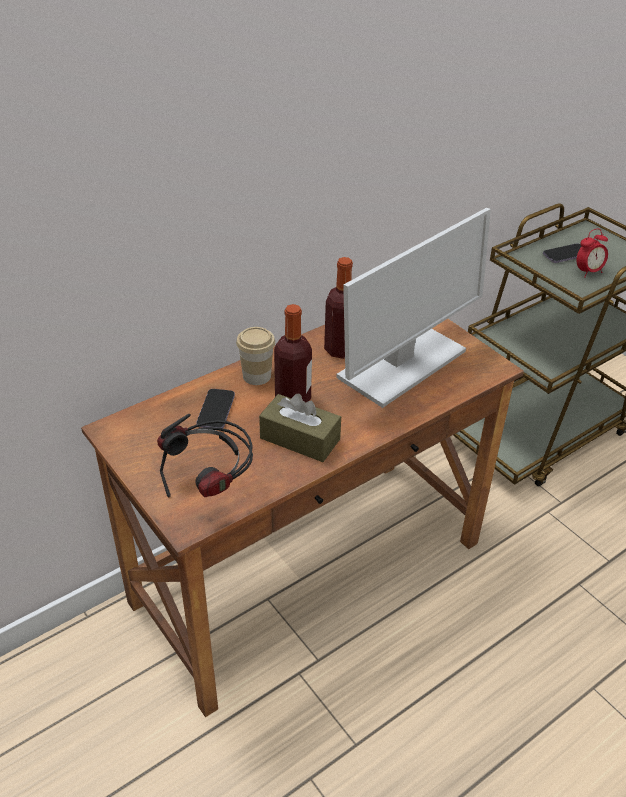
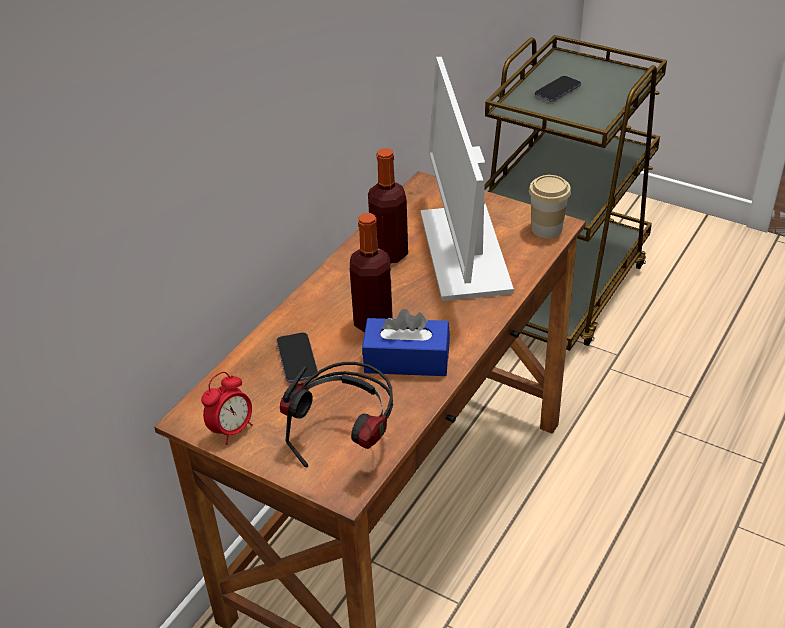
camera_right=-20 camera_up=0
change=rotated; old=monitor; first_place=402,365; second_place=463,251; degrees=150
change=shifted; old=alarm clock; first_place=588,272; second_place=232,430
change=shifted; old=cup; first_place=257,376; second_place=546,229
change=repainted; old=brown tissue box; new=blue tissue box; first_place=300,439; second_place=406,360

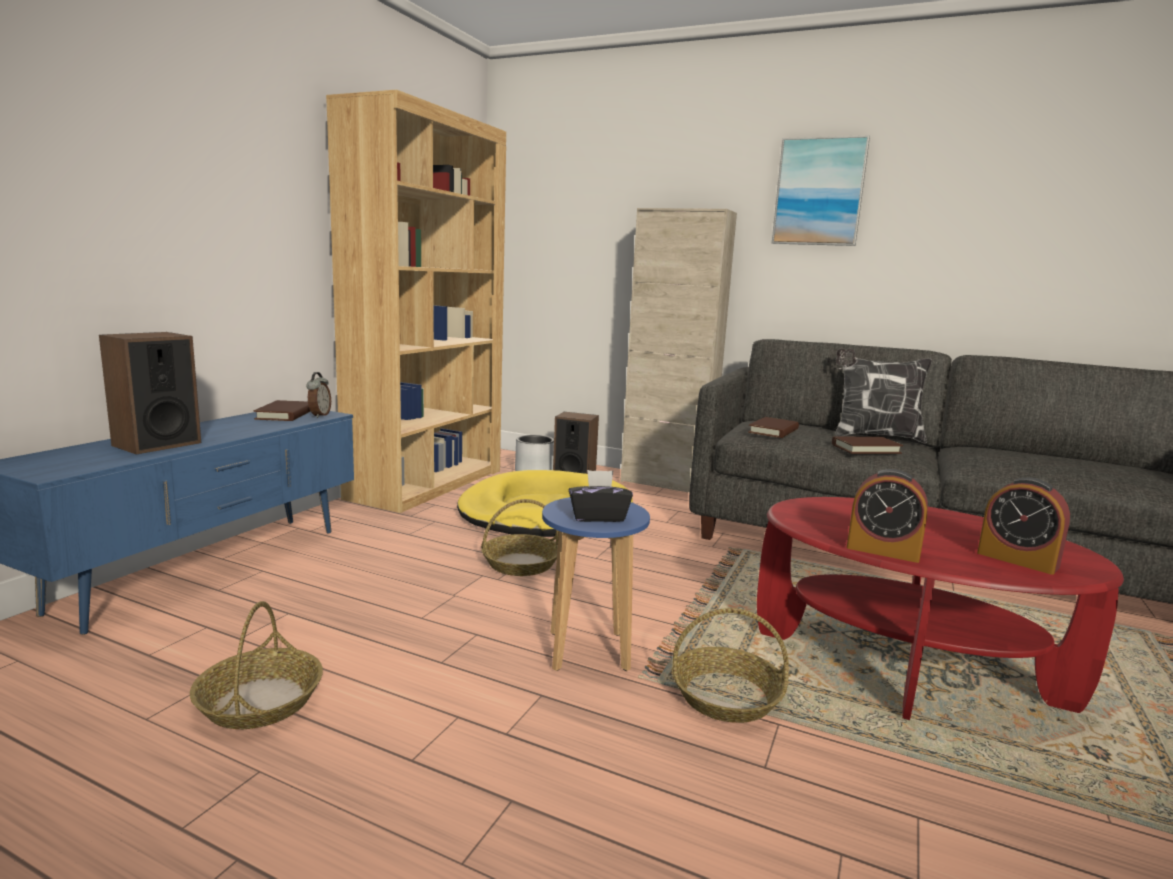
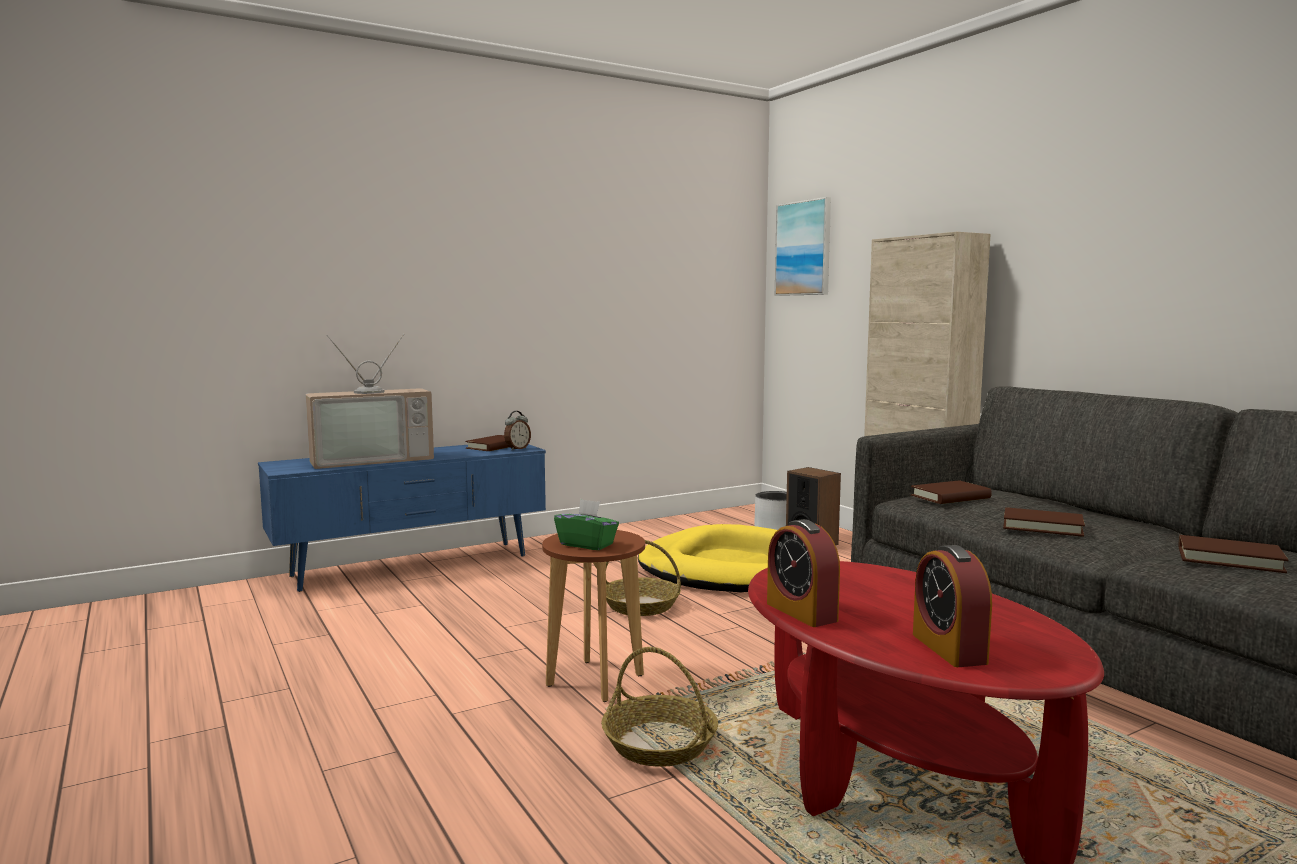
camera_right=35 camera_up=-5
change=gone; old=brown bookcase; first_place=427,484
change=shifted; old=picture; first_place=819,192; second_place=804,248
change=swapped; old=speaker; new=television; first_place=156,444; second_place=372,459
change=gone; old=pillow; first_place=875,436
change=repainted; old=black tissue box; new=green tissue box; first_place=598,517; second_place=587,544
change=repainted; old=blue stool; new=brown stool; first_place=588,651; second_place=594,680
change=gone; old=basket; first_place=260,701
change=new; new=brown book; second_place=1229,559

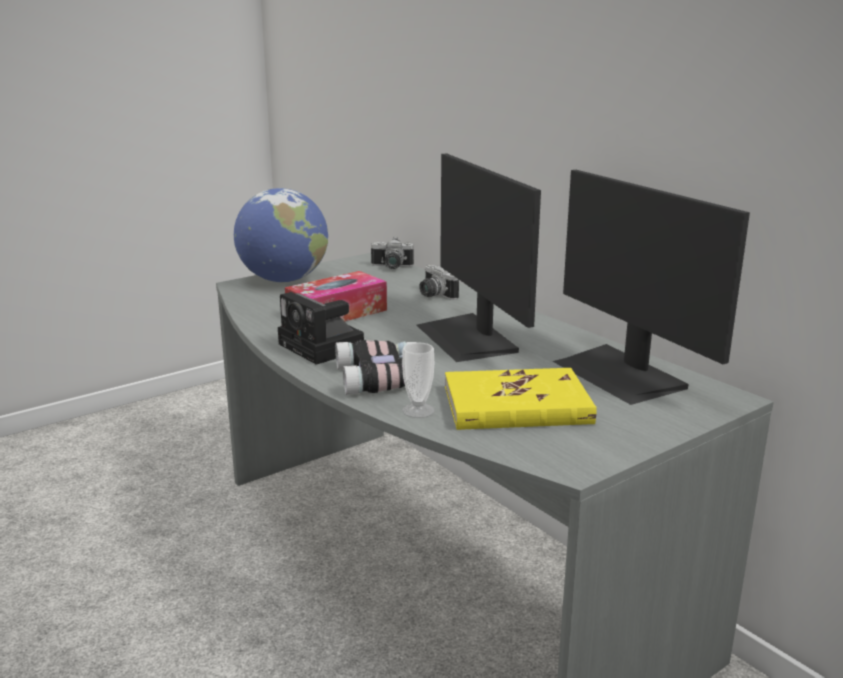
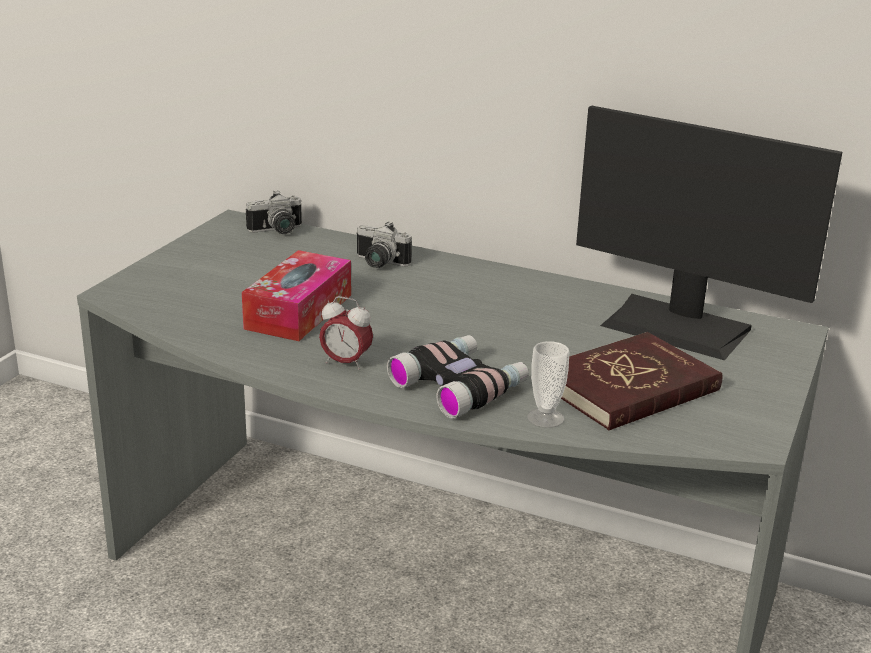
camera_right=-30 camera_up=5
change=gone; old=monitor; first_place=468,338
change=gone; old=globe; first_place=284,280
change=swapped; old=photo camera; new=alarm clock; first_place=324,348; second_place=346,363
change=repainted; old=yellow book; new=red book; first_place=516,405; second_place=629,387

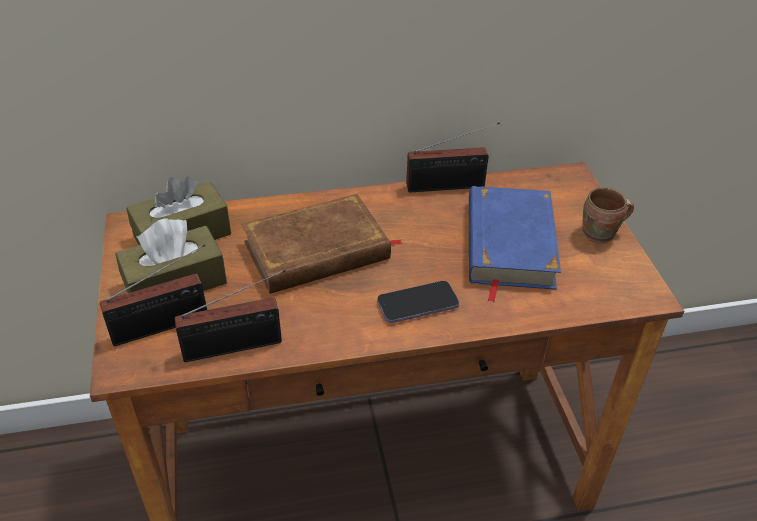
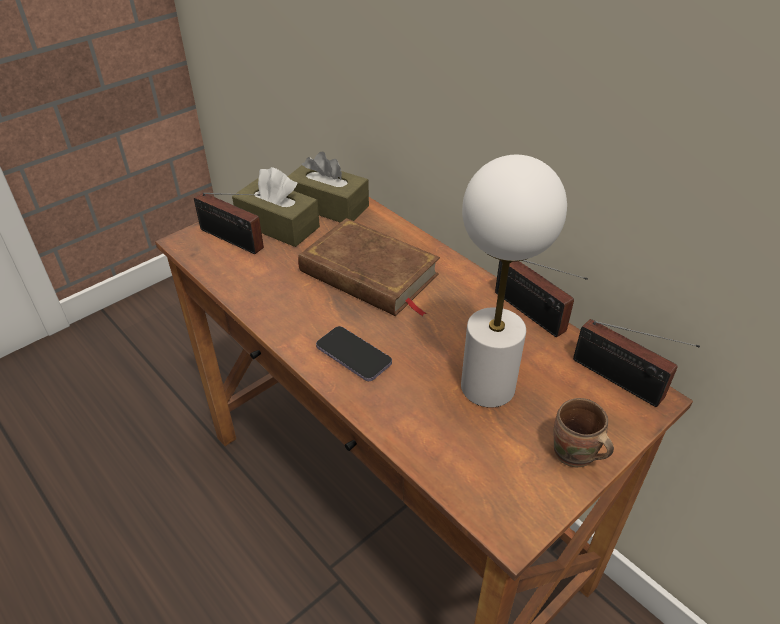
camera_right=60 camera_up=0
change=swapped; old=blue book; new=white table lamp; first_place=508,244; second_place=487,386
change=shifted; old=radio; first_place=238,346; second_place=621,382

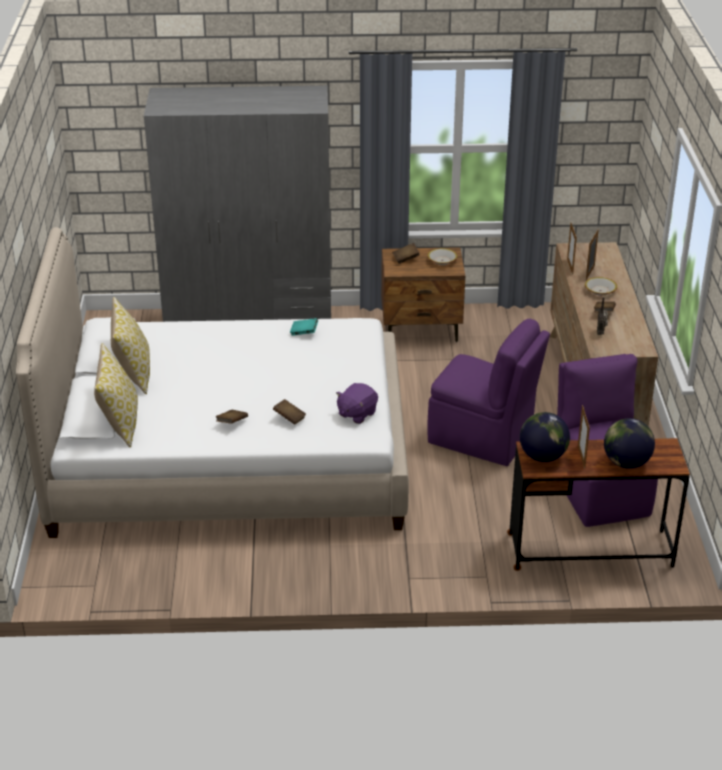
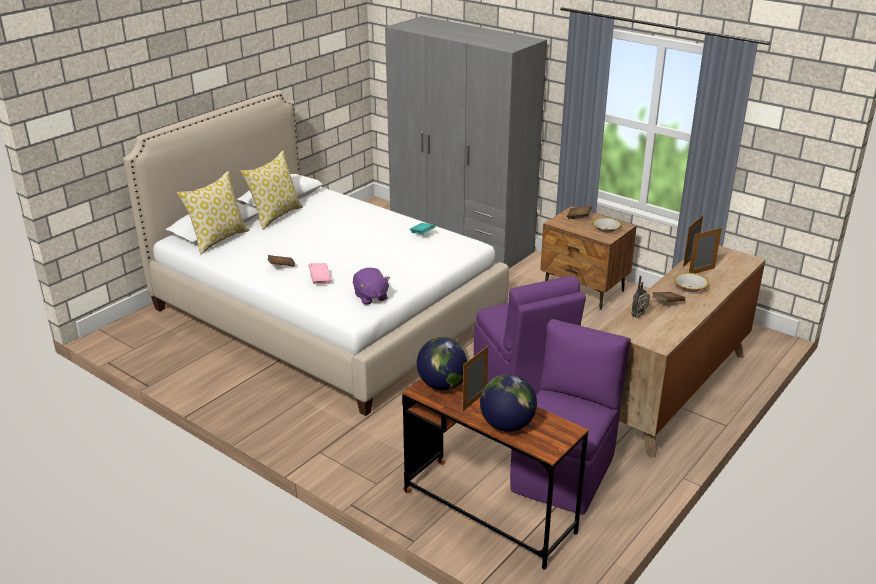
camera_right=40 camera_up=-5
change=rotated; old=purple plush toy; first_place=356,414; second_place=370,297; degrees=-105
change=repainted; old=brown book; new=pink book; first_place=289,418; second_place=320,279

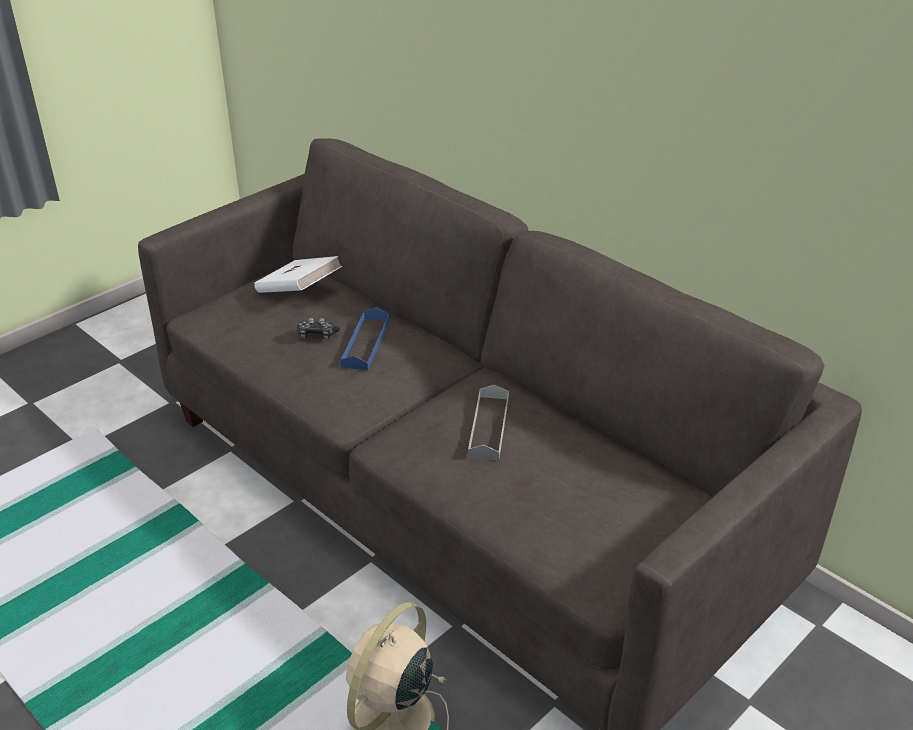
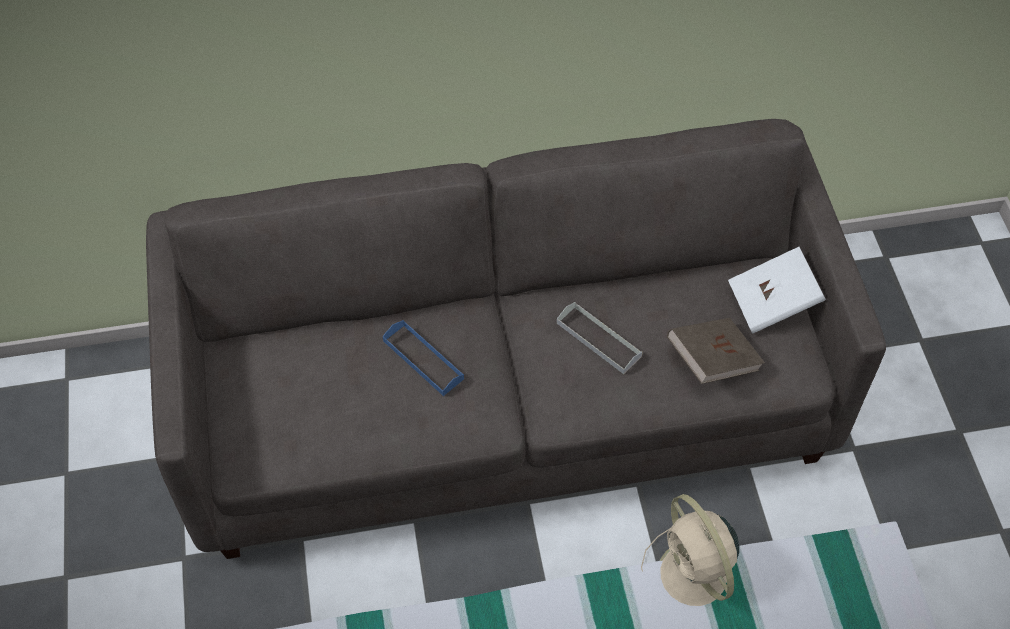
camera_right=-55 camera_up=20
change=shifted; old=white book; first_place=299,292; second_place=772,303
change=gone; old=game controller; first_place=316,335
change=new; new=brown book; second_place=712,361

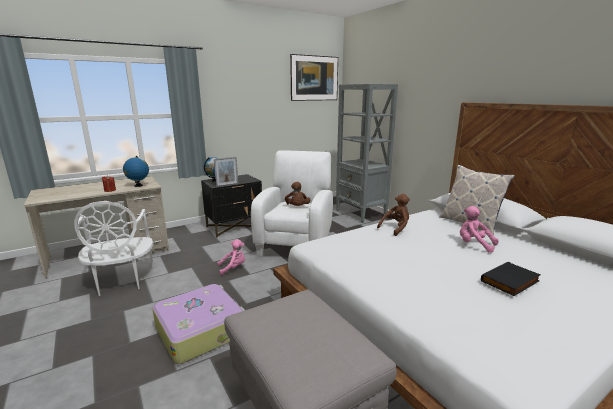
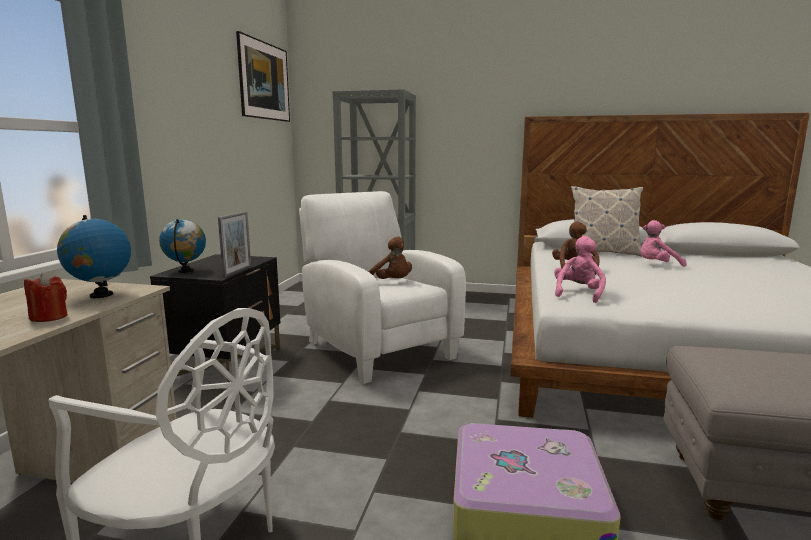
camera_right=-45 camera_up=-5
change=shifted; old=pink plush toy; first_place=233,268; second_place=578,294
change=gone; old=black book; first_place=511,282

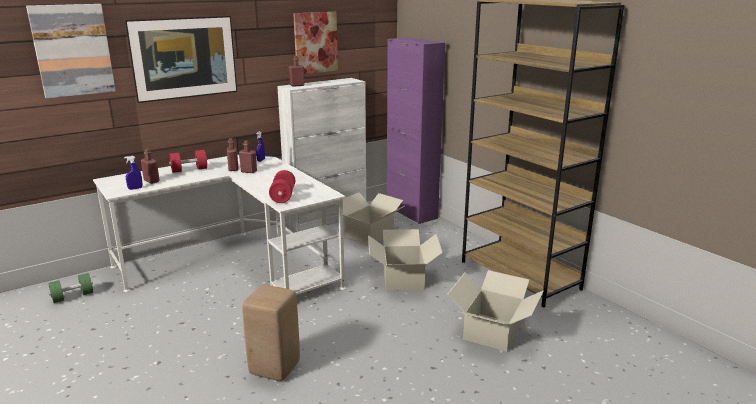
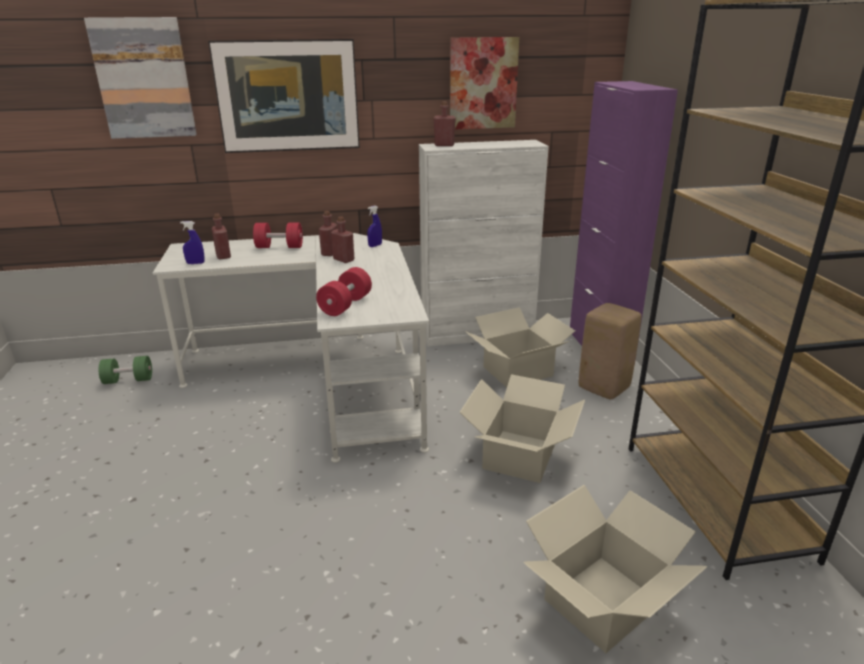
camera_right=25 camera_up=5
change=shifted; old=beige stool; first_place=273,368; second_place=602,388

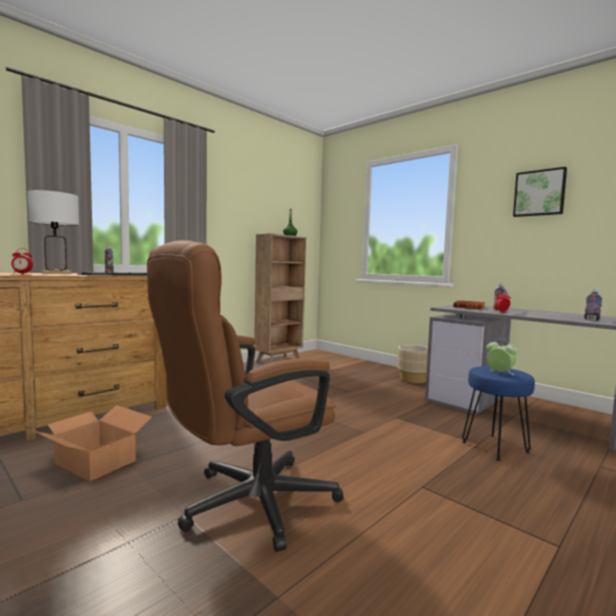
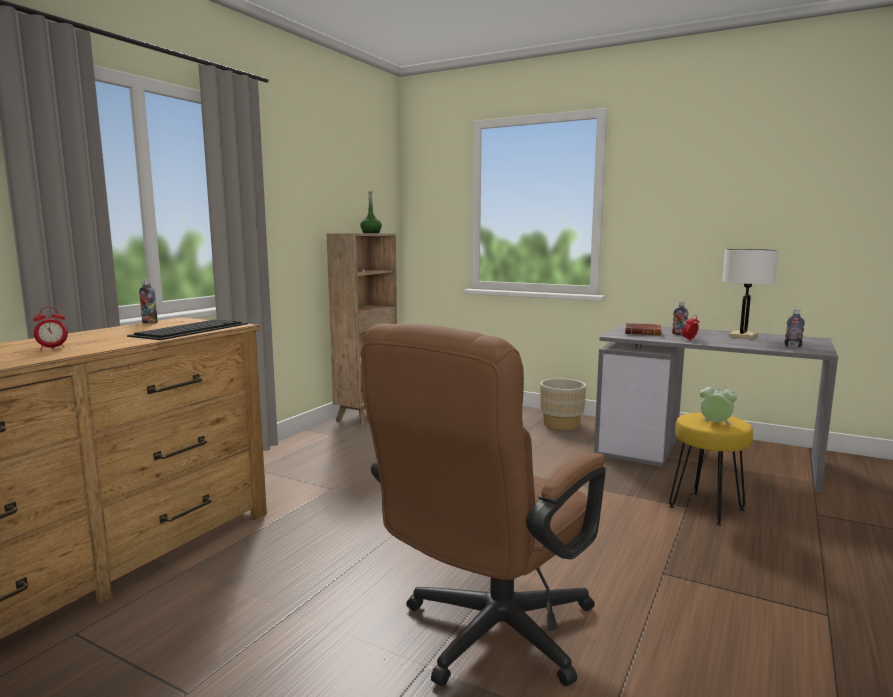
camera_right=-15 camera_up=5
change=gone; old=picture; first_place=539,193
change=shifted; old=white table lamp; first_place=56,273; second_place=743,336
change=repainted; old=blue stool; new=yellow stool; first_place=494,447; second_place=705,508
change=gone; old=cardboard box; first_place=95,462

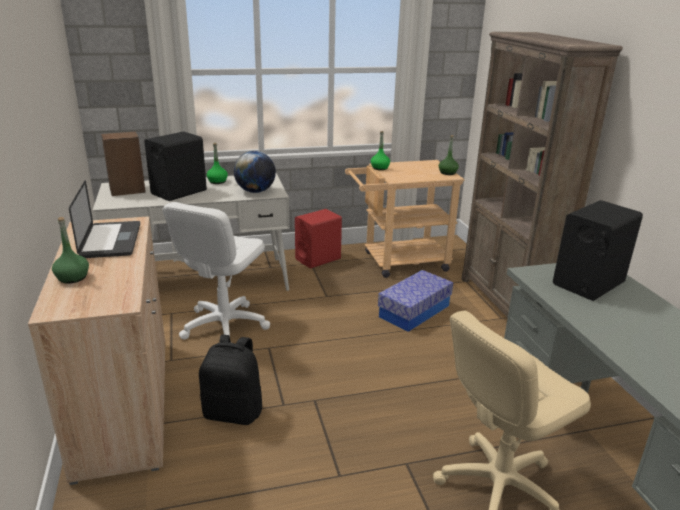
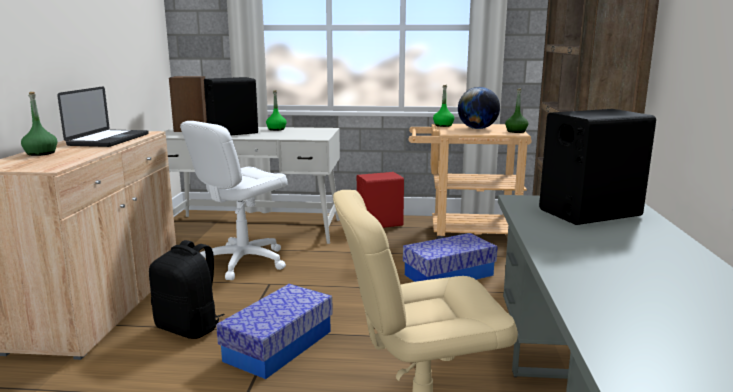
camera_right=20 camera_up=-10
change=shifted; old=globe; first_place=255,191; second_place=477,128
change=new; new=storage box; second_place=278,346

